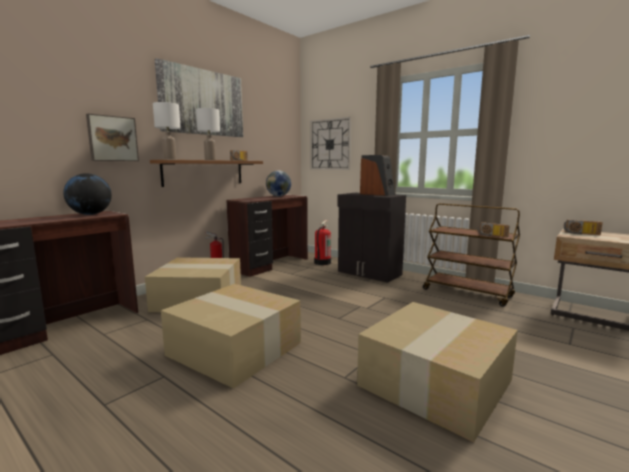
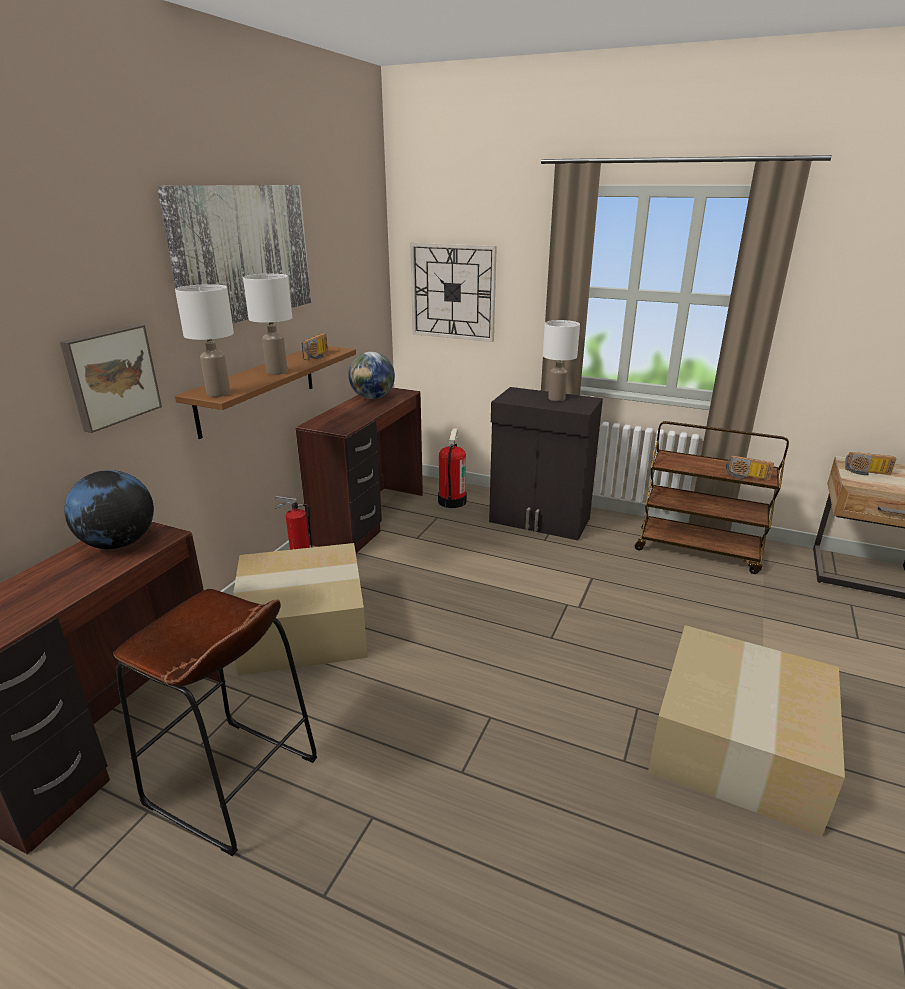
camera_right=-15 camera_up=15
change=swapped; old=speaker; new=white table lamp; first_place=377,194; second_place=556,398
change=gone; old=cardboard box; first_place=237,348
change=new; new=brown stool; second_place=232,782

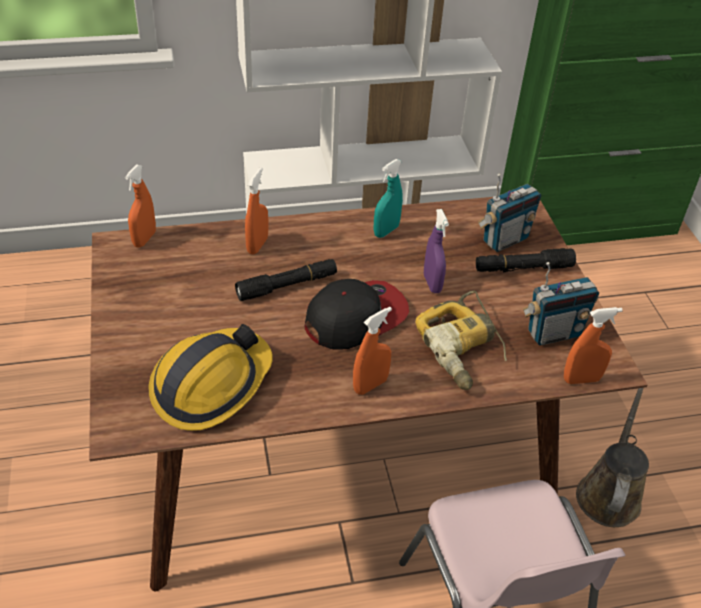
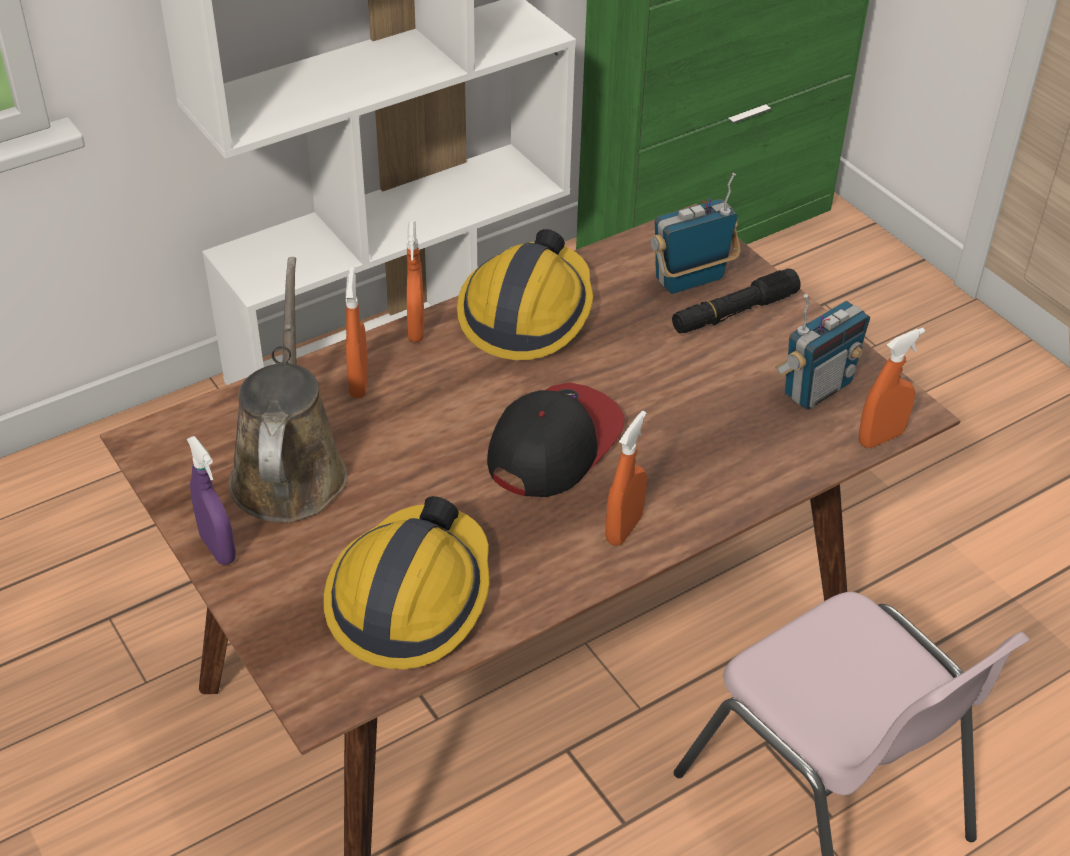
camera_right=-20 camera_up=0
change=swapped; old=turquoise spray bottle; new=hard hat; first_place=386,231; second_place=527,312
change=shifted; old=orange spray bottle; first_place=144,239; second_place=416,329
change=rotated; old=radio; first_place=504,240; second_place=690,280; degrees=-150
change=shifted; old=purple spray bottle; first_place=432,283; second_place=218,548
change=gone; old=black flashlight; first_place=287,286
change=gone; old=power drill; first_place=464,348
change=shifted; old=brown watering can; first_place=609,493; second_place=289,469

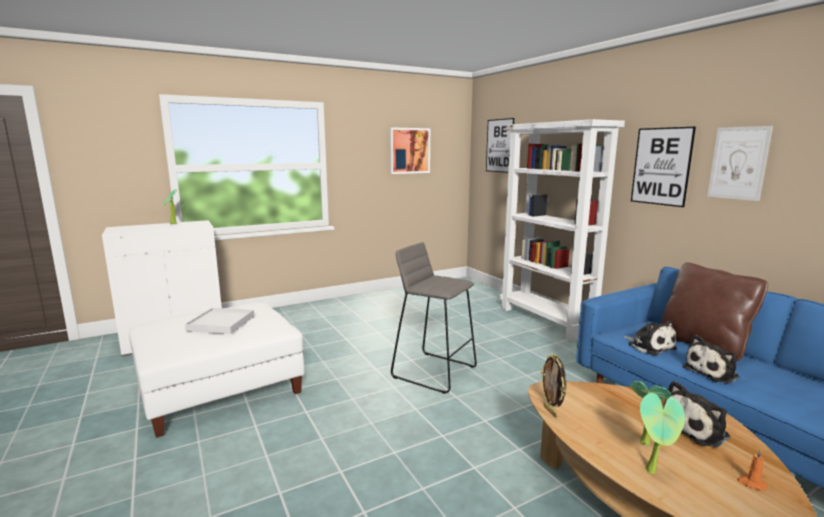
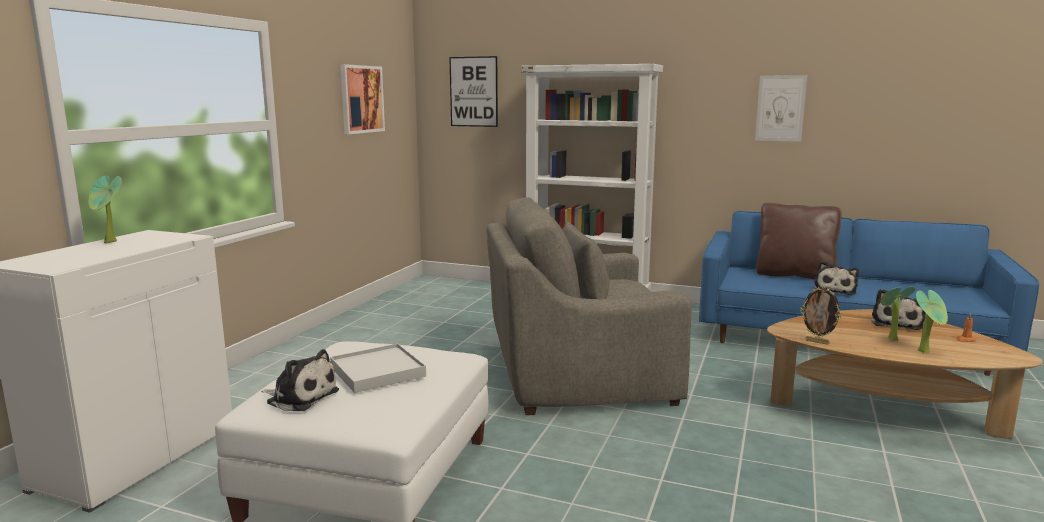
camera_right=-40 camera_up=0
change=gone; old=picture; first_place=661,166
change=swapped; old=grey stool; new=grey armchair; first_place=434,371; second_place=576,373
change=shifted; old=plush toy; first_place=649,346; second_place=300,397

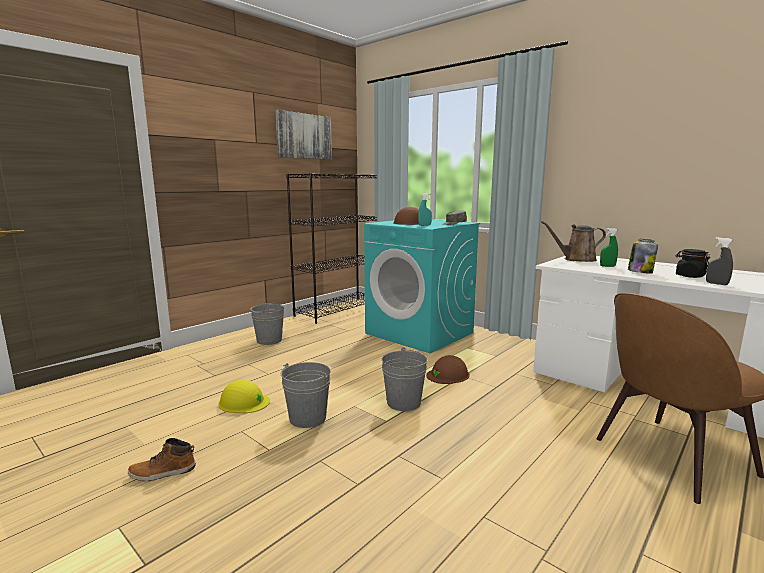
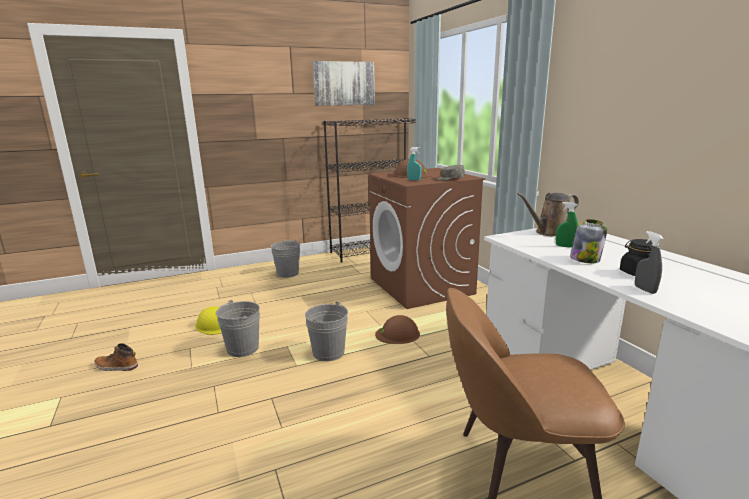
camera_right=25 camera_up=5
change=repainted; old=turquoise washing machine; new=brown washing machine; first_place=420,333; second_place=422,286
change=rotated; old=brown watering can; first_place=576,259; second_place=550,233; degrees=-45

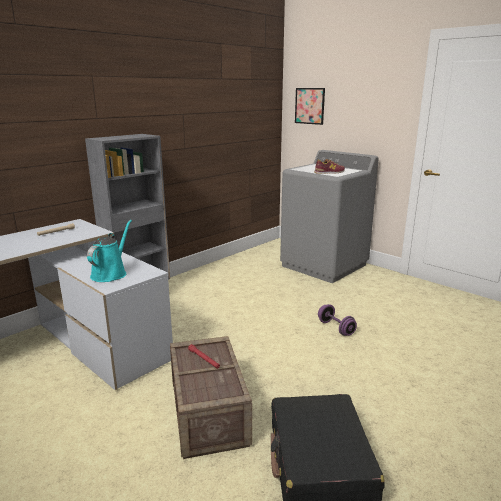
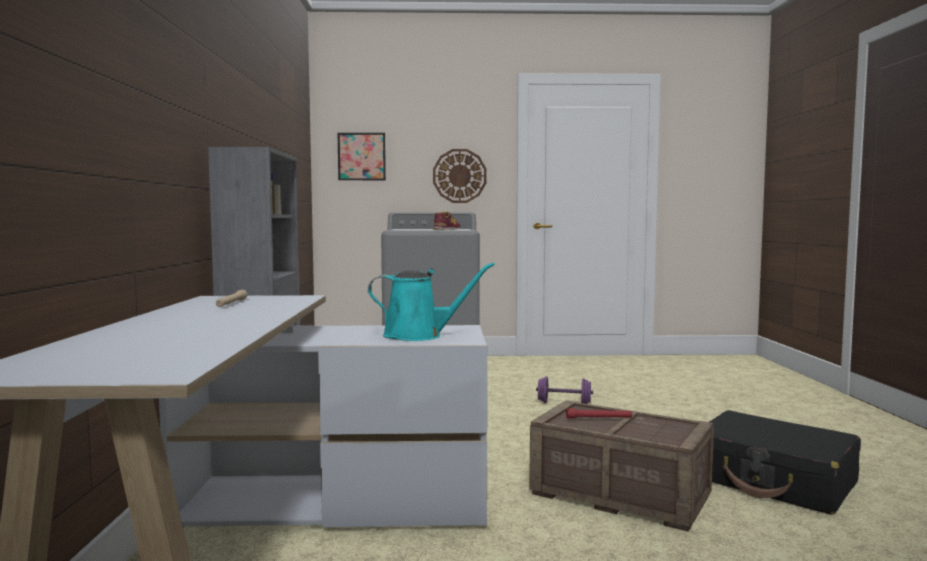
camera_right=-45 camera_up=-15
change=rotated; old=turquoise watering can; first_place=111,273; second_place=419,336; degrees=120
change=new; new=wall clock; second_place=459,176

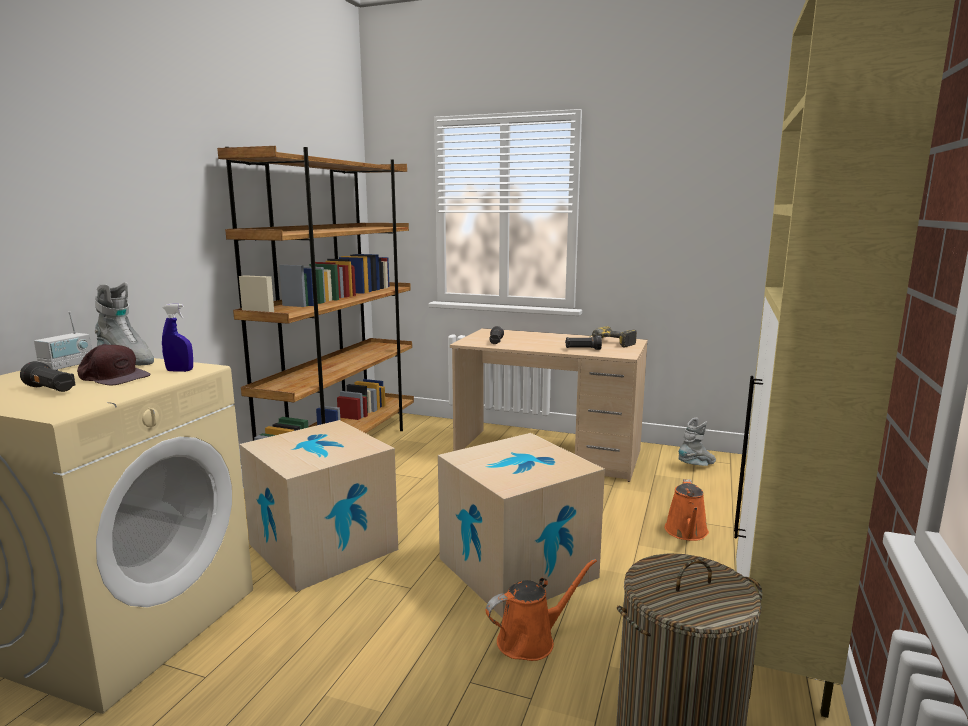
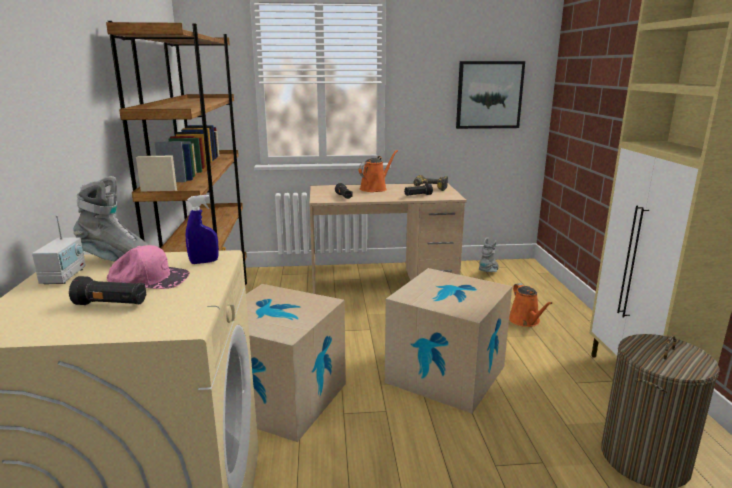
camera_right=-25 camera_up=5
change=repainted; old=brown cap; new=pink cap; first_place=113,377; second_place=149,279
change=shifted; old=orange watering can; first_place=531,640; second_place=375,188
change=new; new=picture; second_place=489,95

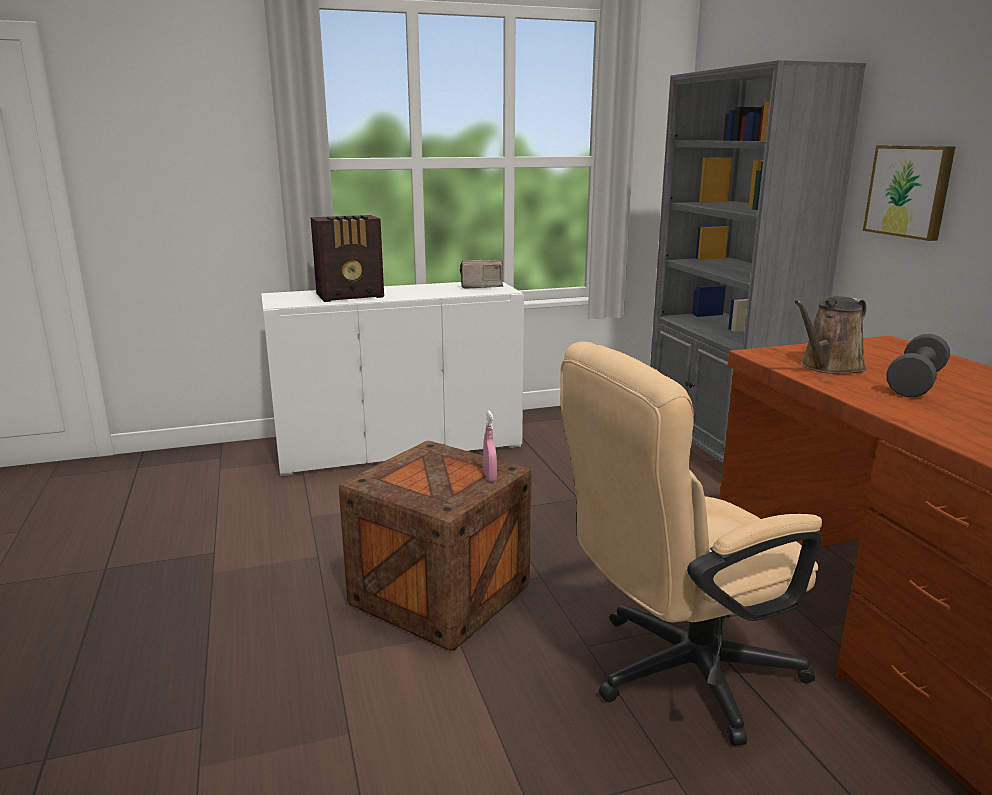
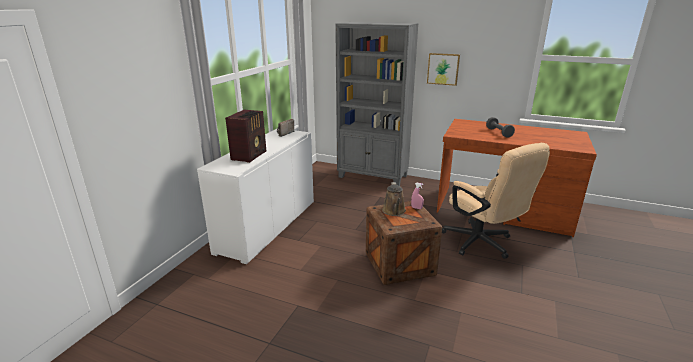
camera_right=-50 camera_up=5
change=shifted; old=brown watering can; first_place=829,367; second_place=394,211
change=rotated; old=beige office chair; first_place=676,674; second_place=482,244; degrees=-45

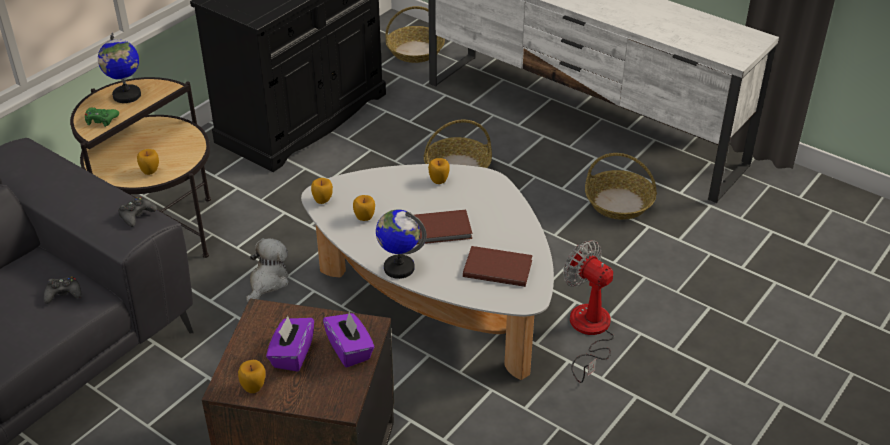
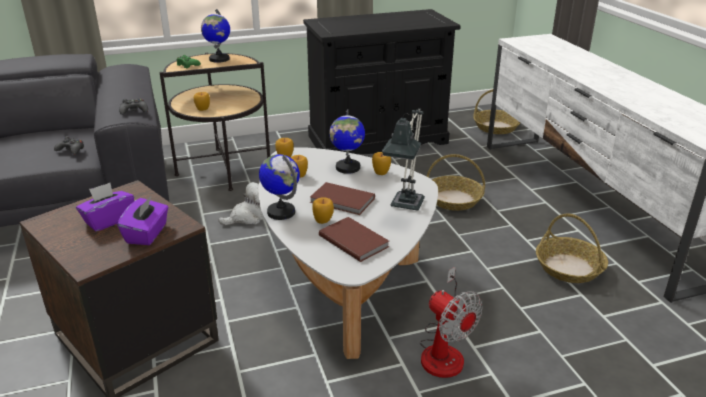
camera_right=35 camera_up=-10
change=rotated; old=fan; first_place=589,332; second_place=444,350; degrees=150
change=shifted; old=apple; first_place=254,387; second_place=323,221
change=new; new=table lamp; second_place=405,207
change=new; new=globe; second_place=347,168

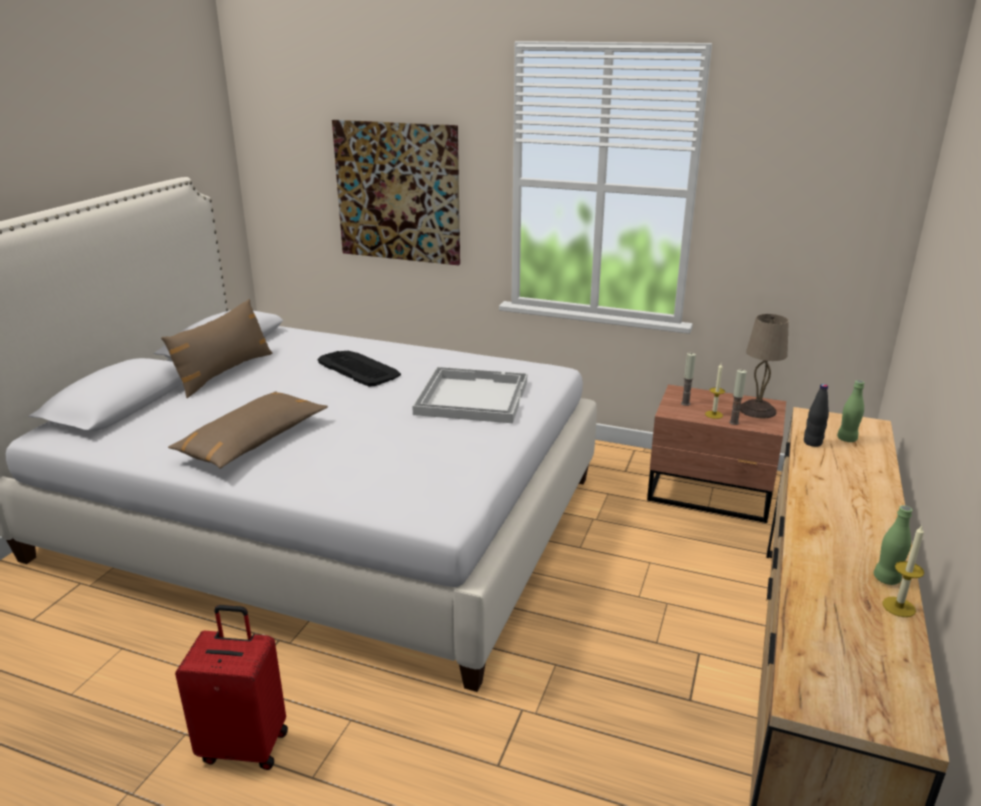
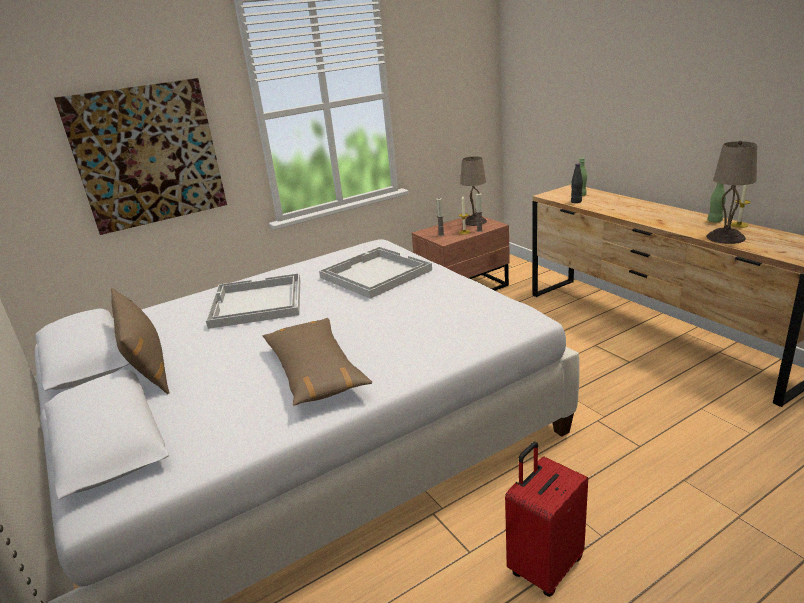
camera_right=-50 camera_up=0
change=swapped; old=keyboard; new=white tray; first_place=358,368; second_place=256,303
change=new; new=beige table lamp; second_place=726,237

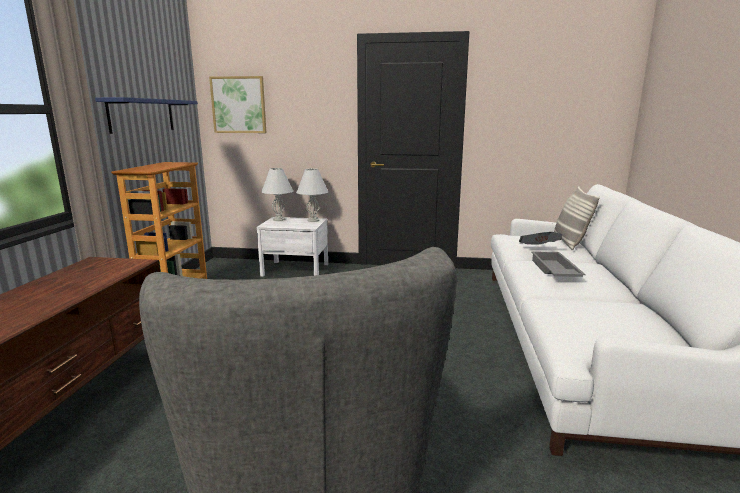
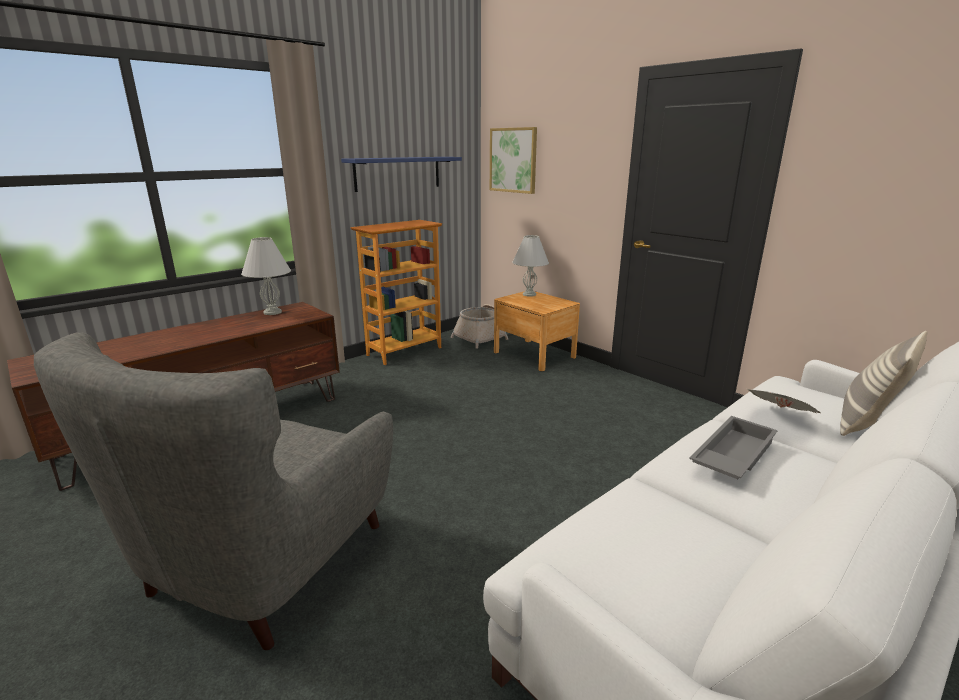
camera_right=40 camera_up=5
change=shifted; old=white table lamp; first_place=313,220; second_place=272,312
change=repainted; old=white nightstand; new=brown nightstand; first_place=295,270; second_place=534,354
change=new; new=basket; second_place=485,337

